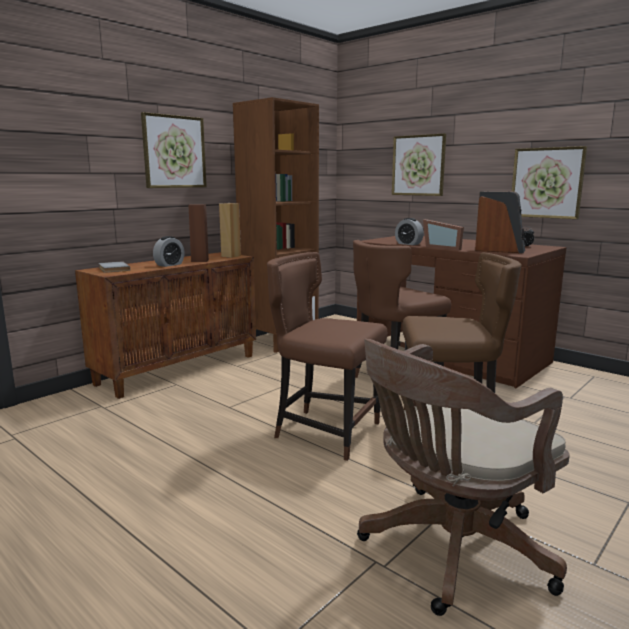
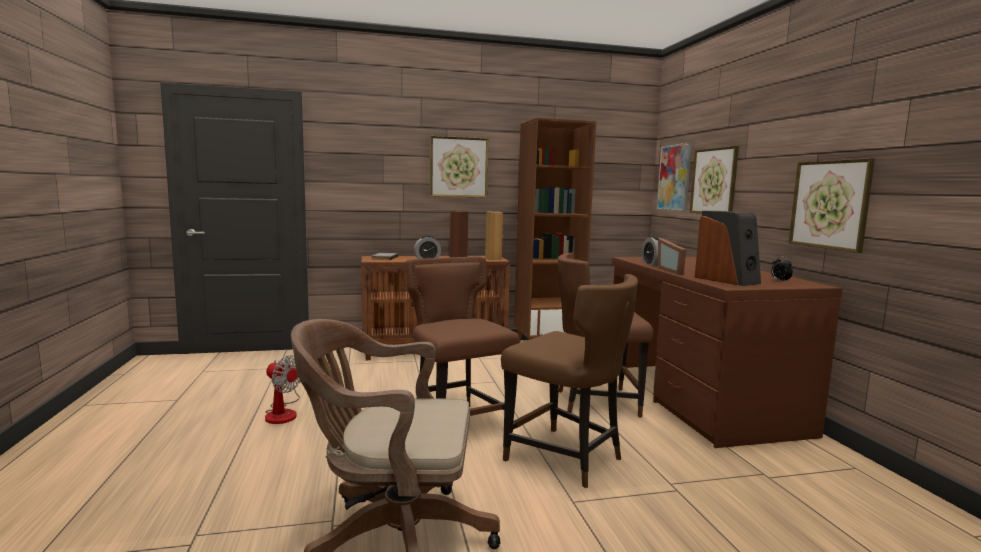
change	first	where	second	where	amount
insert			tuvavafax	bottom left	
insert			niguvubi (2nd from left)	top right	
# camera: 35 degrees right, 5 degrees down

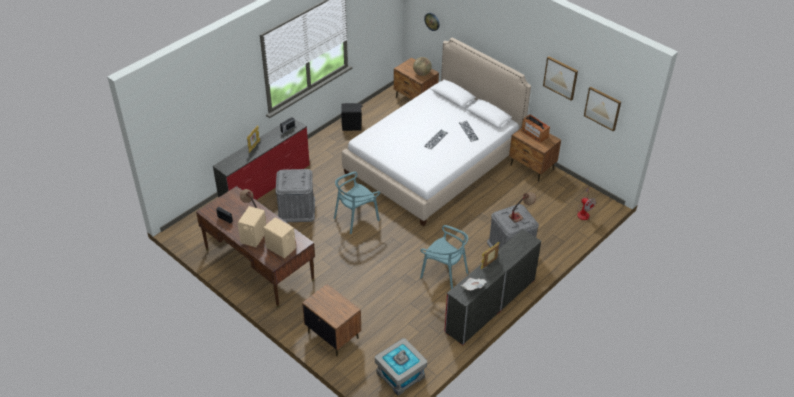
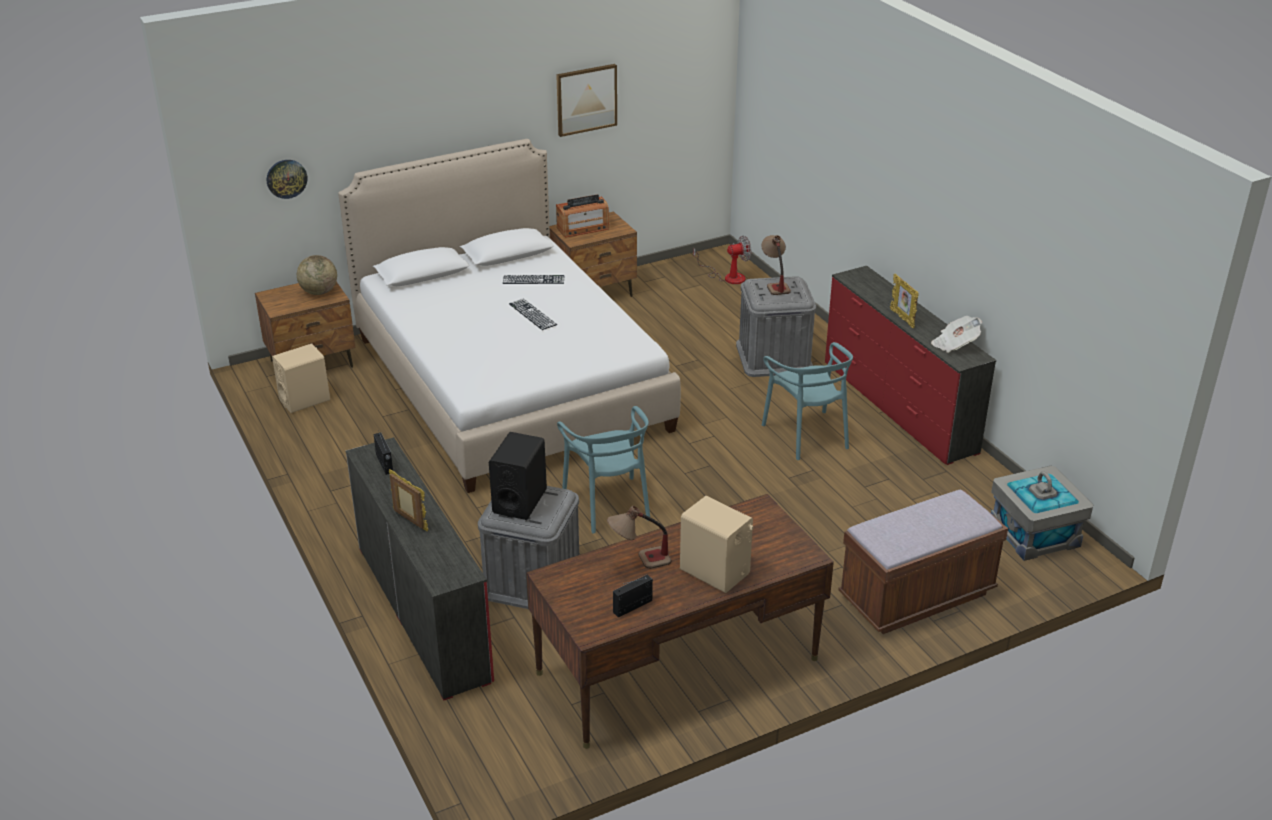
change	first	where	second	where	amount
move	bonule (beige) (2nd from left in the first image)	centre	bonule (beige) (1st from left)	middle left	
move	bonule (black)	top centre		centre	
rotate	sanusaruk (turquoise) (2nd from left)	centre		centre	105 degrees clockwise
replace	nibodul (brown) (1st from left)	bottom centre	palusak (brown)	bottom right	
delete	niguvubi (2nd from left)	top right			
# camera: 70 degrees left, 10 degrees down

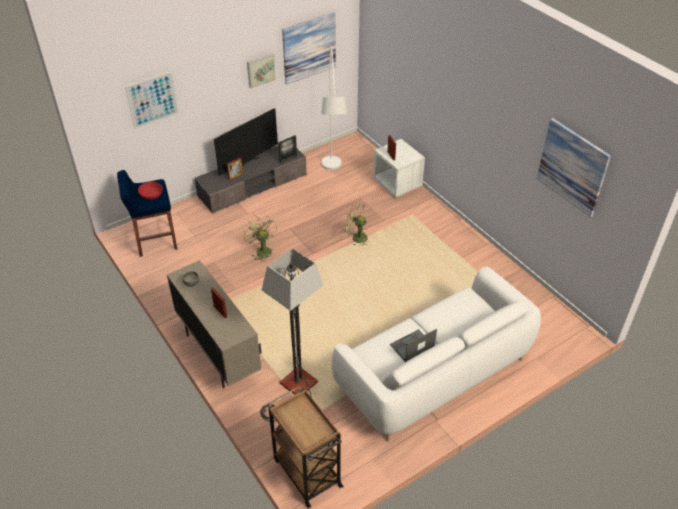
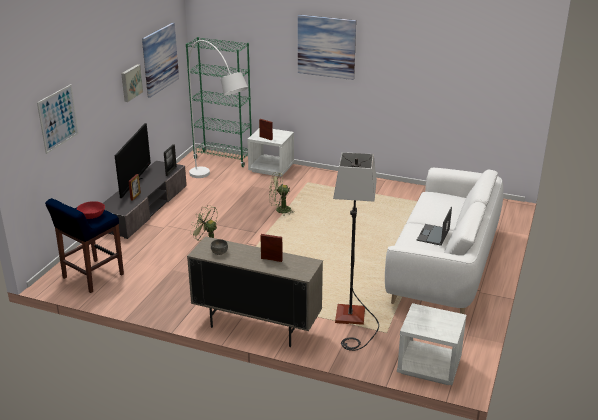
change	first	where	second	where	amount
insert			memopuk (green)	top centre	
move	niguvubi (4th from left)	top right		top centre	
replace	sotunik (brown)	bottom centre	nibodul (white) (2nd from left)	bottom right	
# camera: 35 degrees left, 15 degrees down

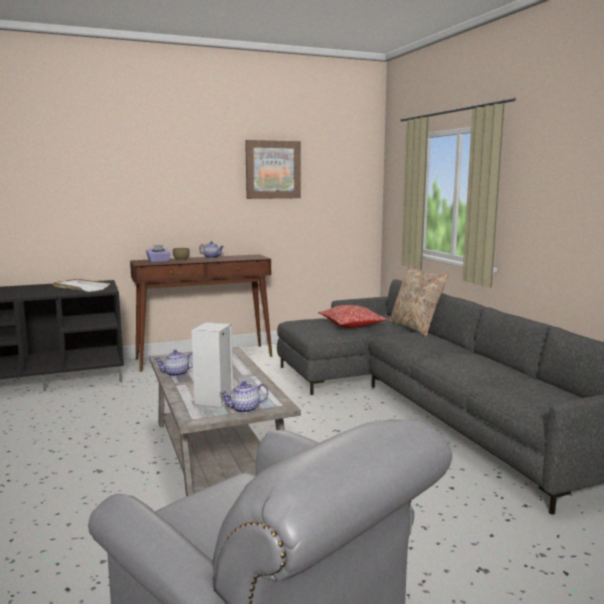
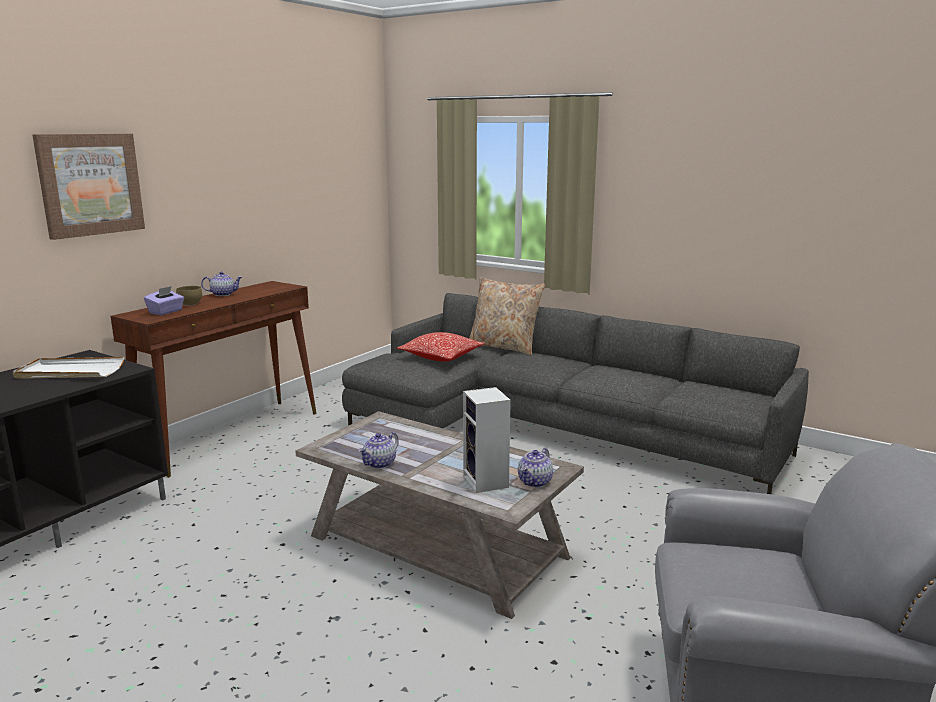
change	first	where	second	where	amount
move	niguvubi	top centre		top left	
# camera: 35 degrees left, 5 degrees up

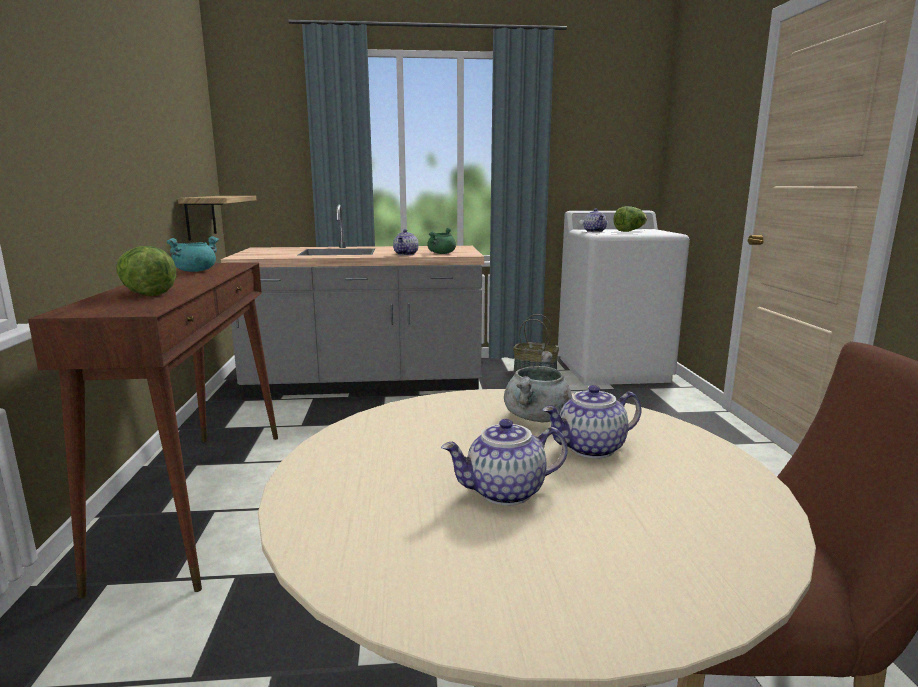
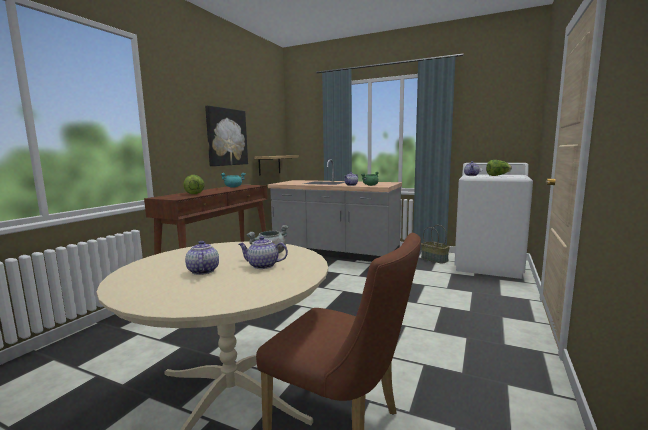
change	first	where	second	where	amount
rotate	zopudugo (2nd from left in the first image)	bottom centre	zopudugo (1st from left)	middle left	60 degrees clockwise
insert			niguvubi	top centre	
# camera: 30 degrees right, 5 degrees down

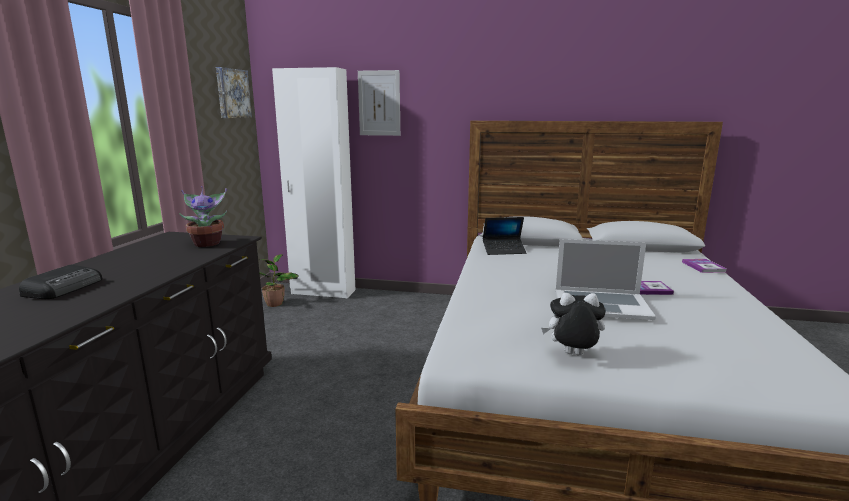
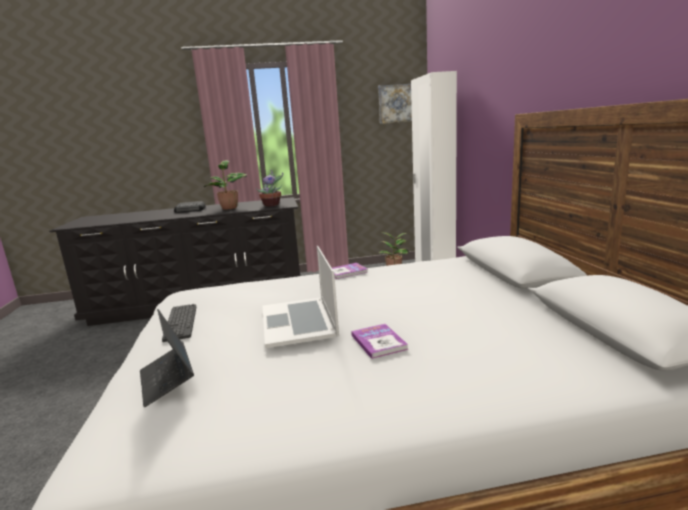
change	first	where	second	where	amount
move	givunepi (1st from left)	centre		bottom left	
replace	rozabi	middle right	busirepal	middle left	
insert			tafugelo (1st from left)	middle left	
move	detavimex (2nd from left in the first image)	middle right	detavimex (1st from left)	centre	
delete	niguvubi (2nd from left)	top centre			
# camera: 70 degrees right, 0 degrees up

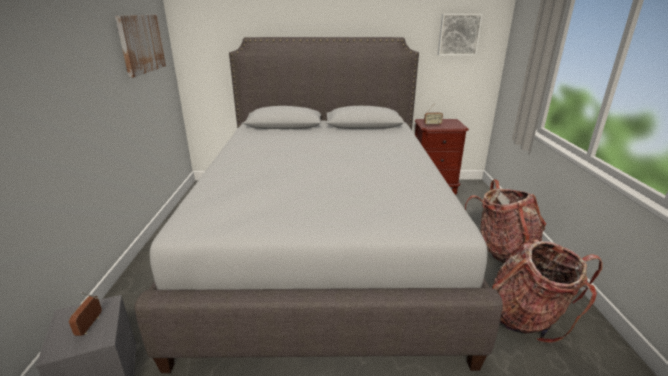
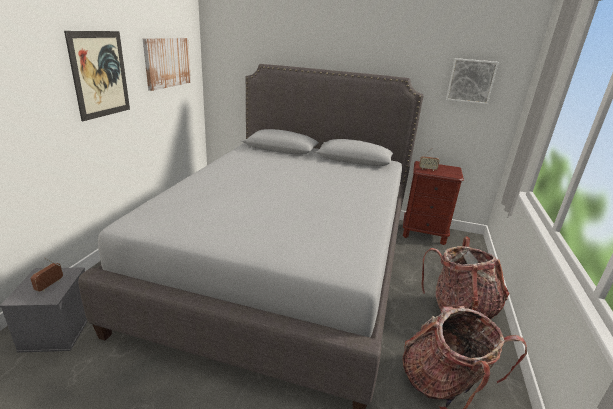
change	first	where	second	where	amount
insert			niguvubi (1st from left)	top left	
# camera: 15 degrees right, 0 degrees up

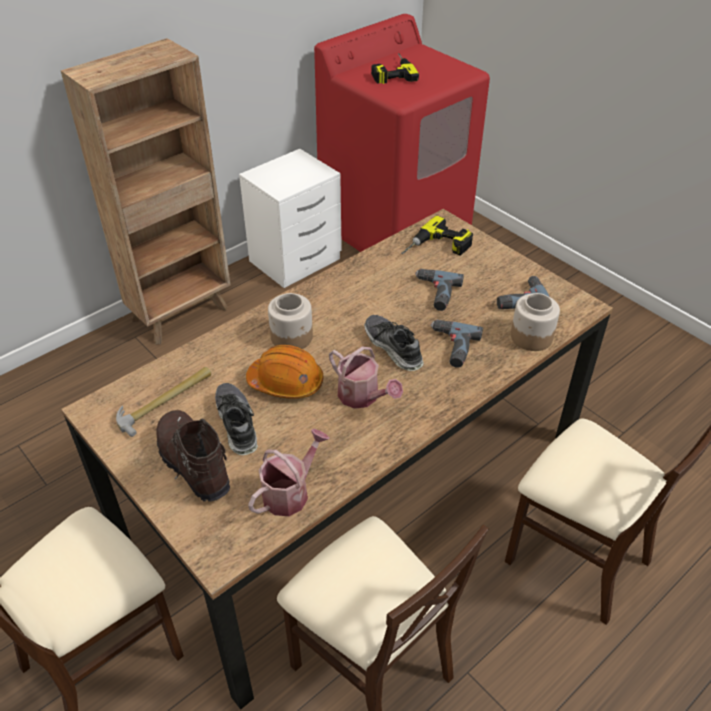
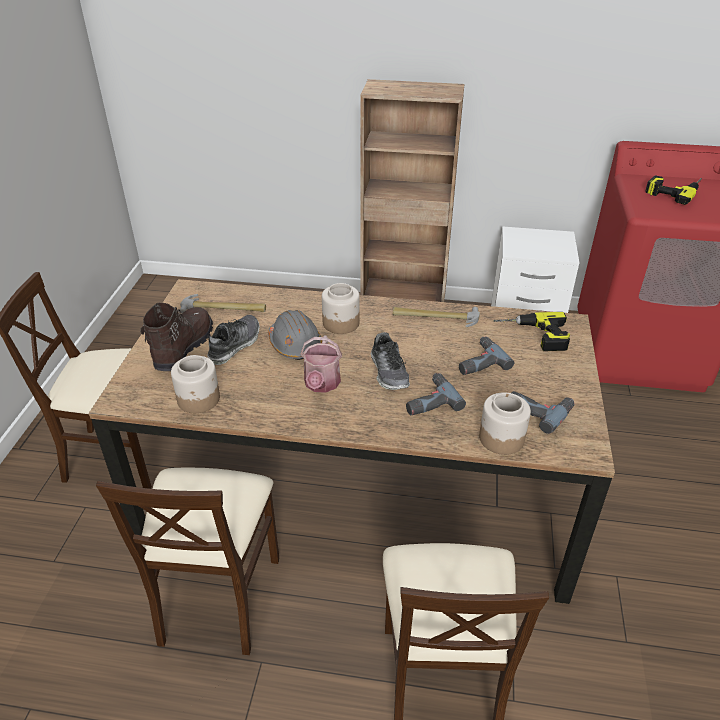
change	first	where	second	where	amount
replace	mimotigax (1st from left)	centre	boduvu (1st from left)	middle left	
recolor	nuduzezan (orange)	centre	nuduzezan (grey)	centre	
rotate	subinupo (2nd from left)	centre		centre	150 degrees clockwise
insert			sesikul (2nd from left)	centre	
# camera: 50 degrees right, 5 degrees down

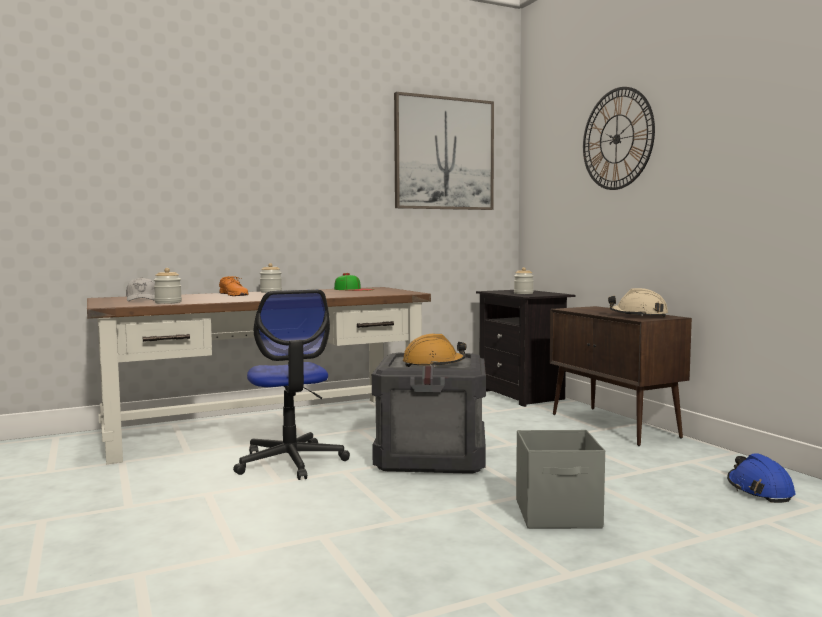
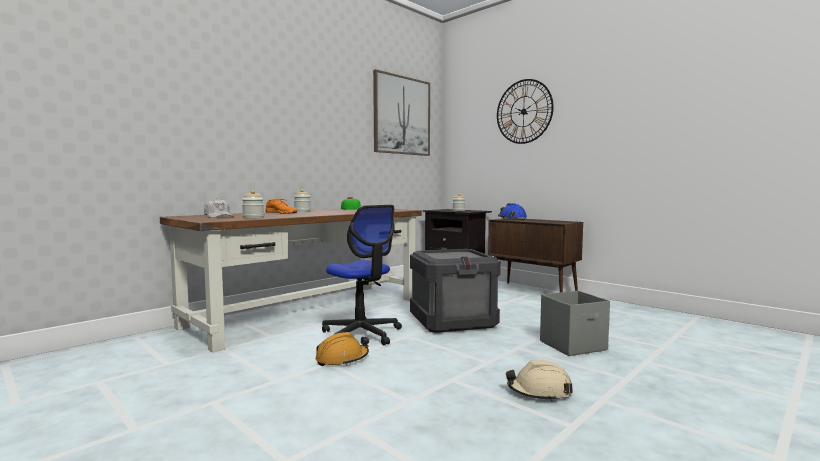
change	first	where	second	where	amount
move	nuduzezan (orange)	centre		bottom centre	
move	nuduzezan (blue)	bottom right		centre	
move	nuduzezan (beige)	middle right		bottom centre	
# camera: 20 degrees left, 0 degrees up

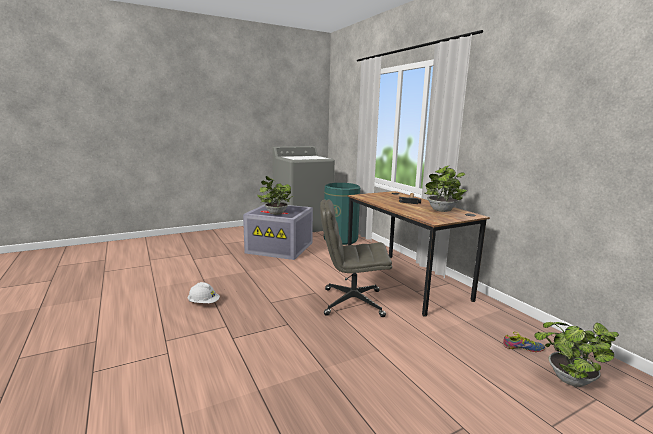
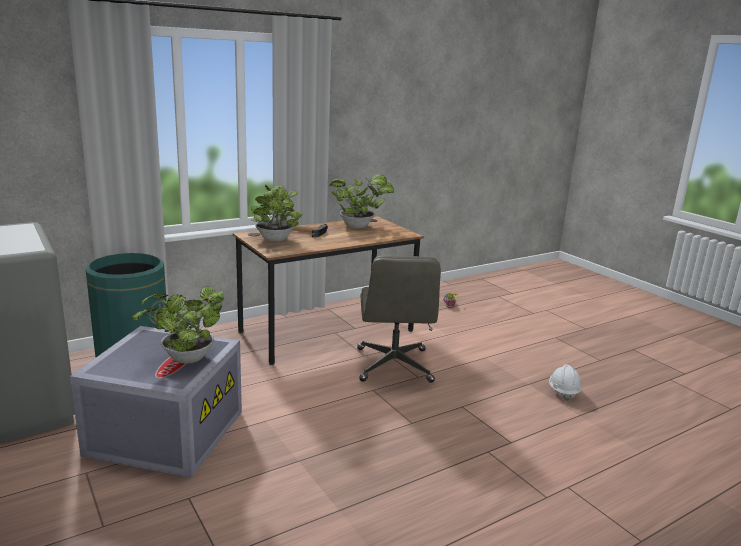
change	first	where	second	where	amount
move	tafugelo (3rd from left in the first image)	bottom right	tafugelo (2nd from left)	centre	
move	nuduzezan (white)	bottom left		bottom right	
# camera: 95 degrees left, 5 degrees up

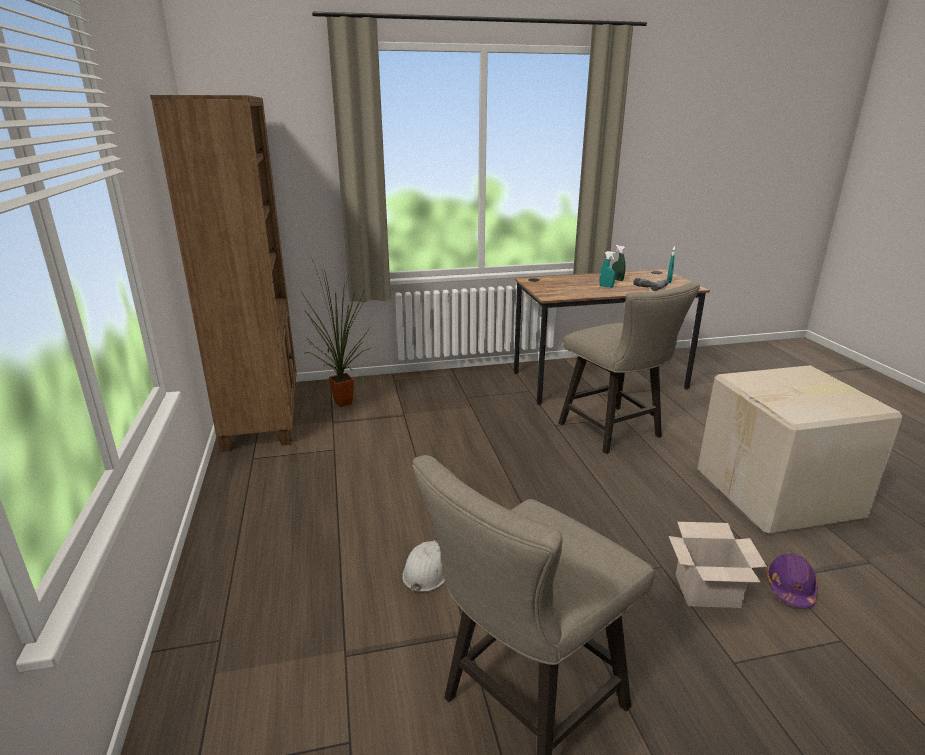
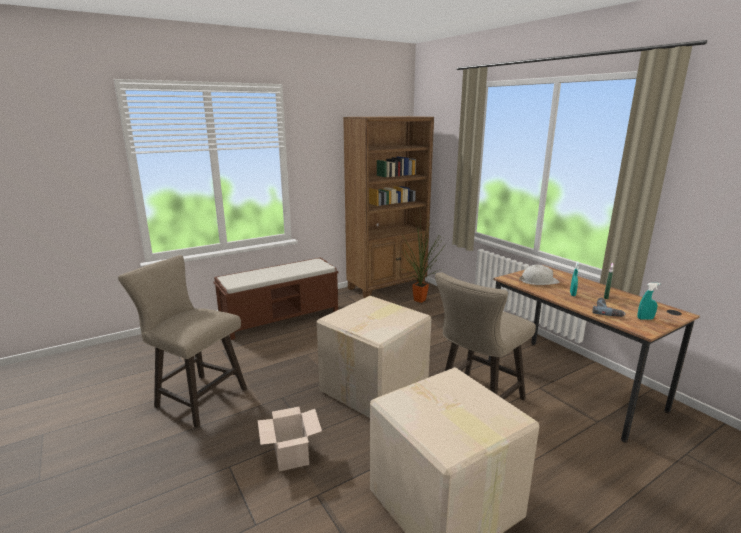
change	first	where	second	where	amount
insert			palusak (brown)	centre	
insert			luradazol (2nd from left)	bottom centre	
move	nuduzezan (white)	bottom centre		middle right	
delete	nuduzezan (purple)	bottom right			
# camera: 70 degrees right, 5 degrees down

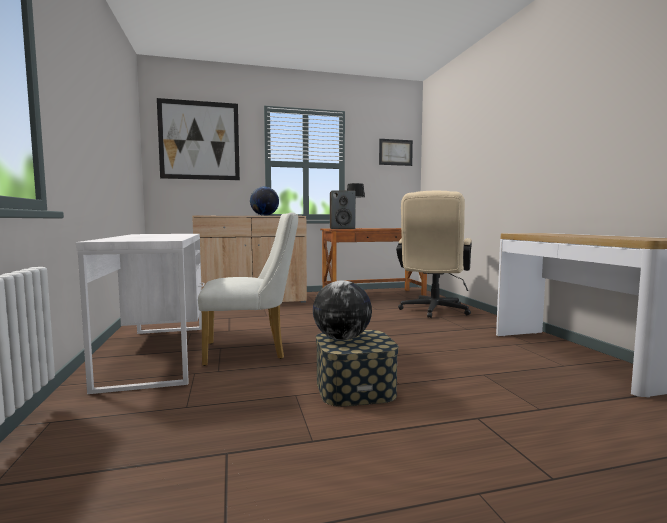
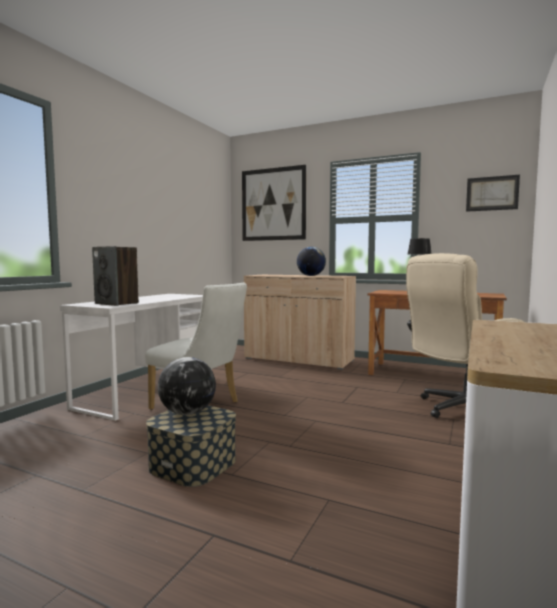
change	first	where	second	where	amount
move	bonule	centre		middle left	
# camera: 40 degrees right, 0 degrees up

